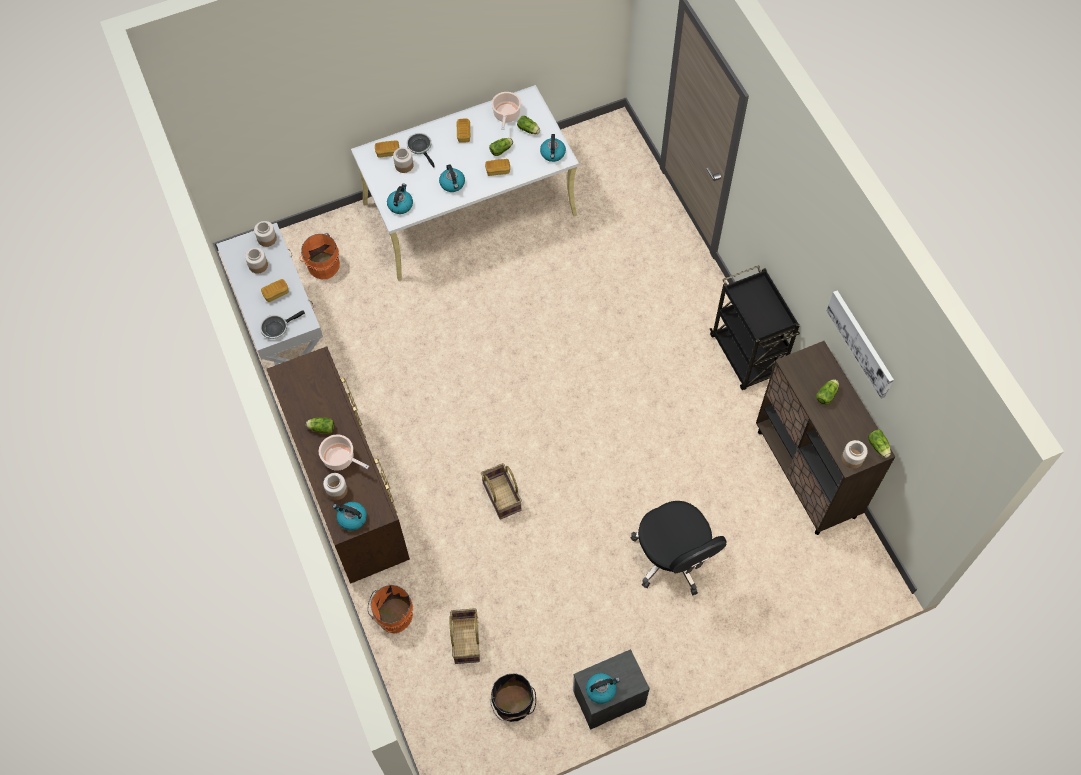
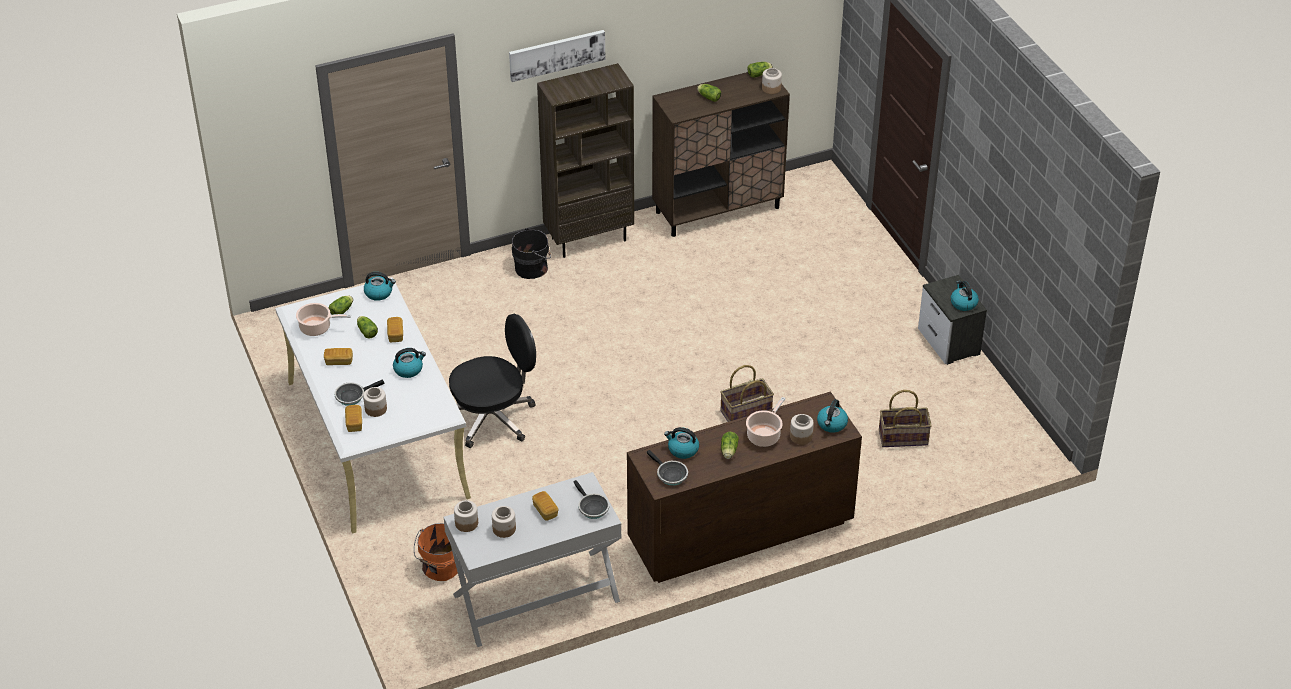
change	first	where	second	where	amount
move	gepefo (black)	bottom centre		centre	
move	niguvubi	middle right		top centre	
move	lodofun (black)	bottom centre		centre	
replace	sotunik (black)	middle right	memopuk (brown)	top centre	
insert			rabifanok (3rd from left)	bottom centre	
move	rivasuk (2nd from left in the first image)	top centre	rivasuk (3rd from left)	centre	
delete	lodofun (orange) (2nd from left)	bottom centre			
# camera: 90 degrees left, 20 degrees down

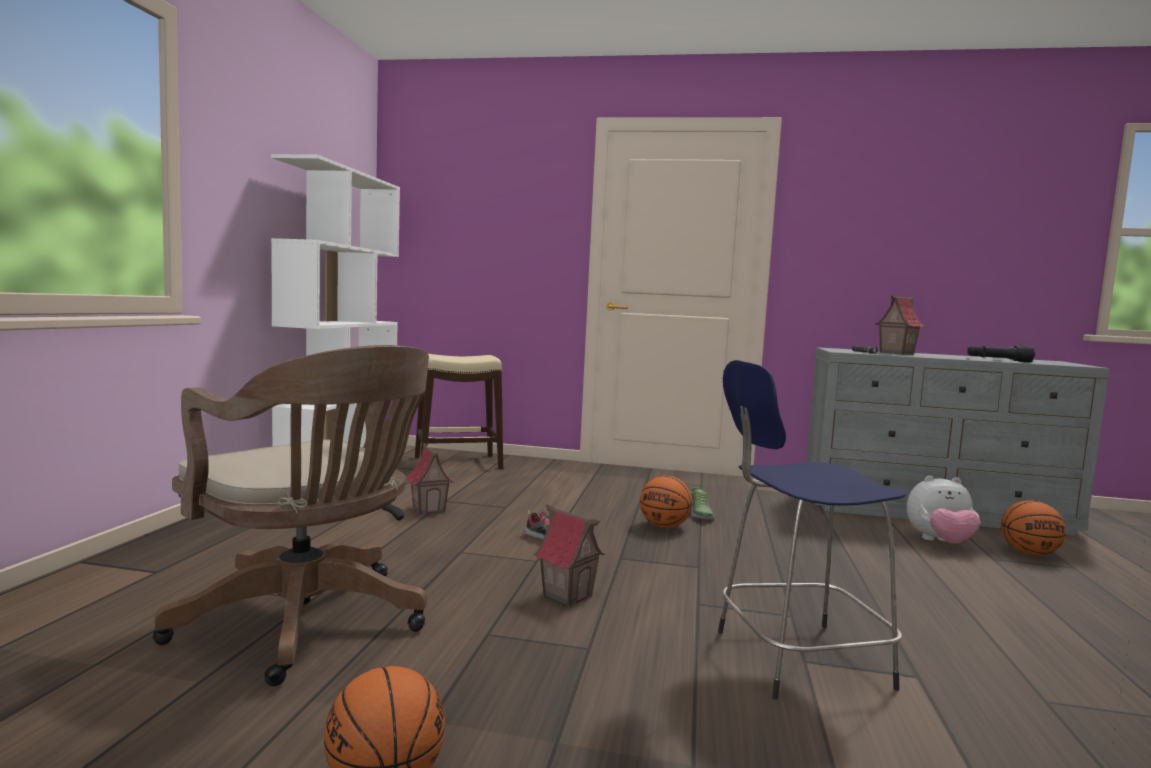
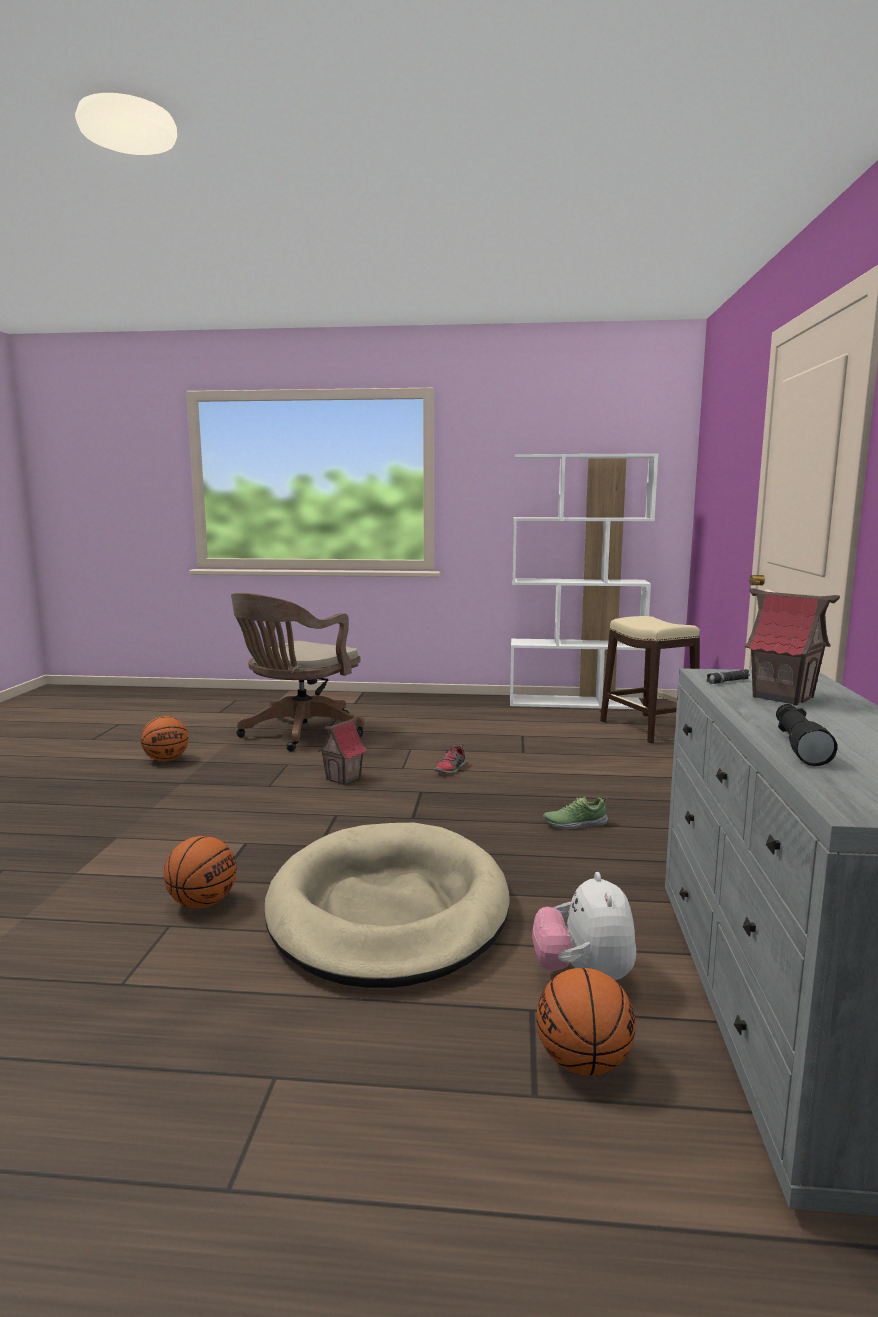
change	first	where	second	where	amount
move	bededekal (2nd from left)	centre		middle left	
insert			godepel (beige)	bottom centre	
delete	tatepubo (1st from left)	centre			
delete	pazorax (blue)	bottom right			
# camera: 85 degrees right, 5 degrees up

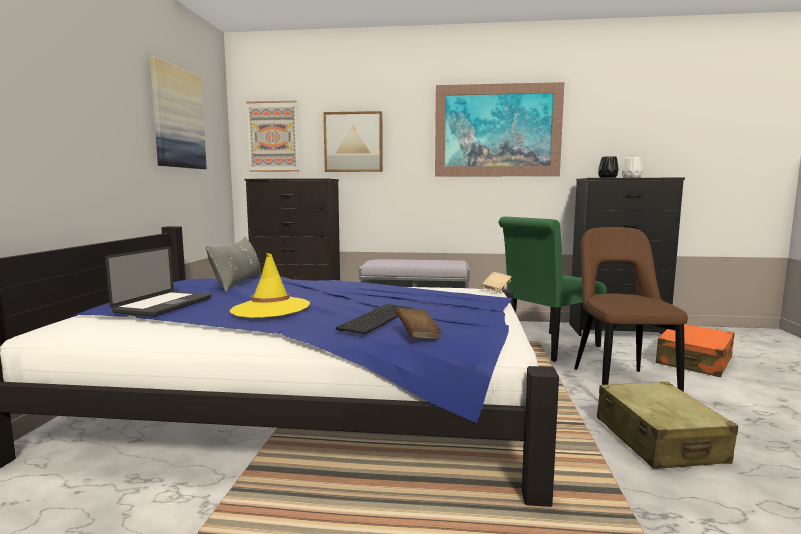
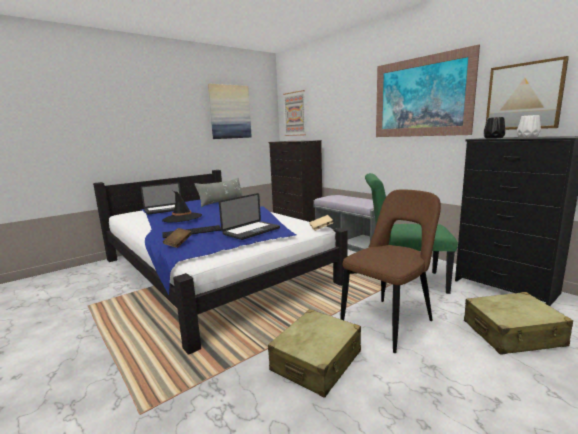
change	first	where	second	where	amount
recolor	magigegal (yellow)	centre	magigegal (black)	middle left	
insert			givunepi (2nd from left)	centre	
recolor	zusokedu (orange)	middle right	zusokedu (beige) (2nd from left)	bottom right	
move	niguvubi (3rd from left in the first image)	top centre	niguvubi (4th from left)	top right	
# camera: 45 degrees right, 5 degrees up

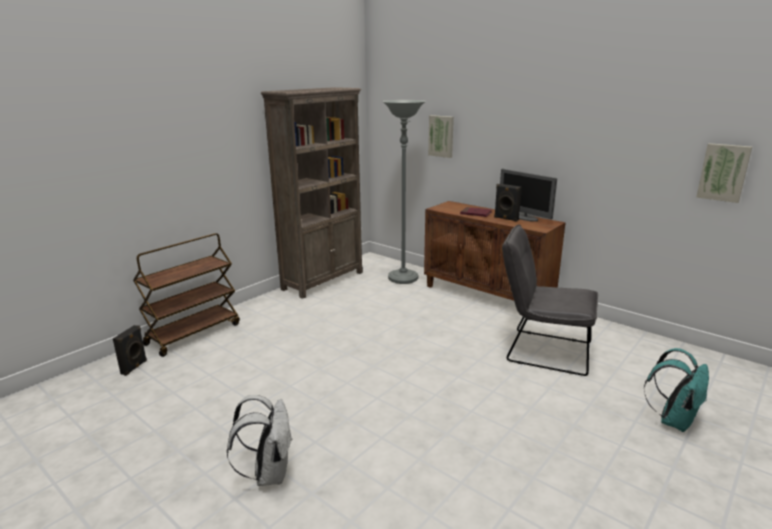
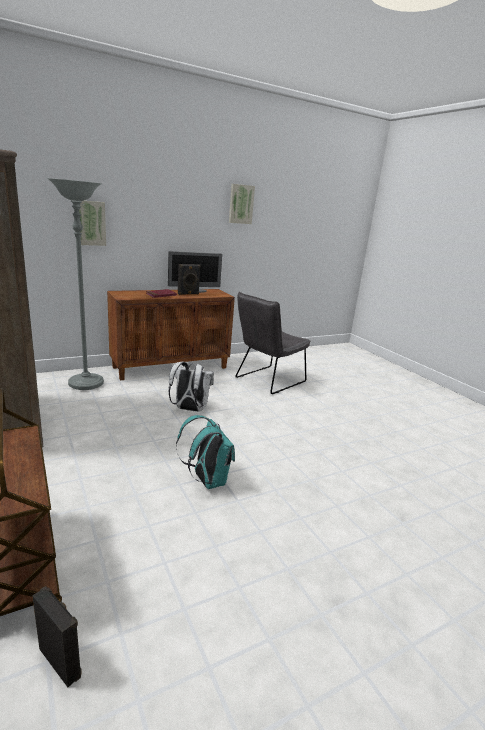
change	first	where	second	where	amount
move	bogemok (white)	bottom centre		centre	
move	bogemok (turquoise)	bottom right		centre	
move	niguvubi (2nd from left)	top right		top centre	
# camera: 70 degrees left, 0 degrees up

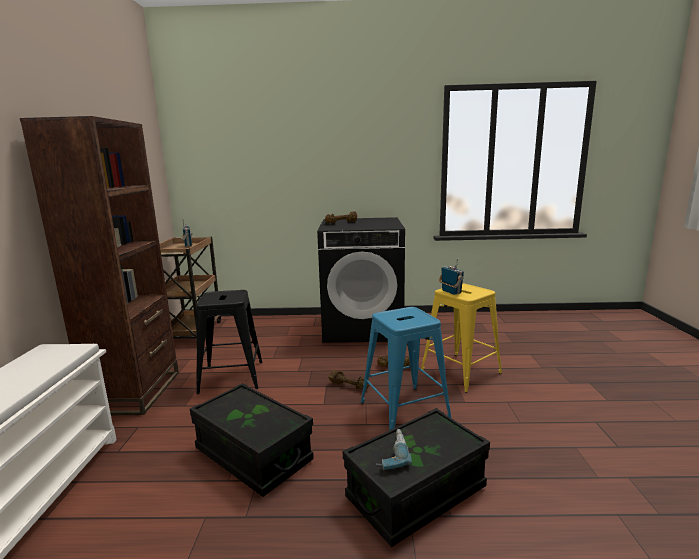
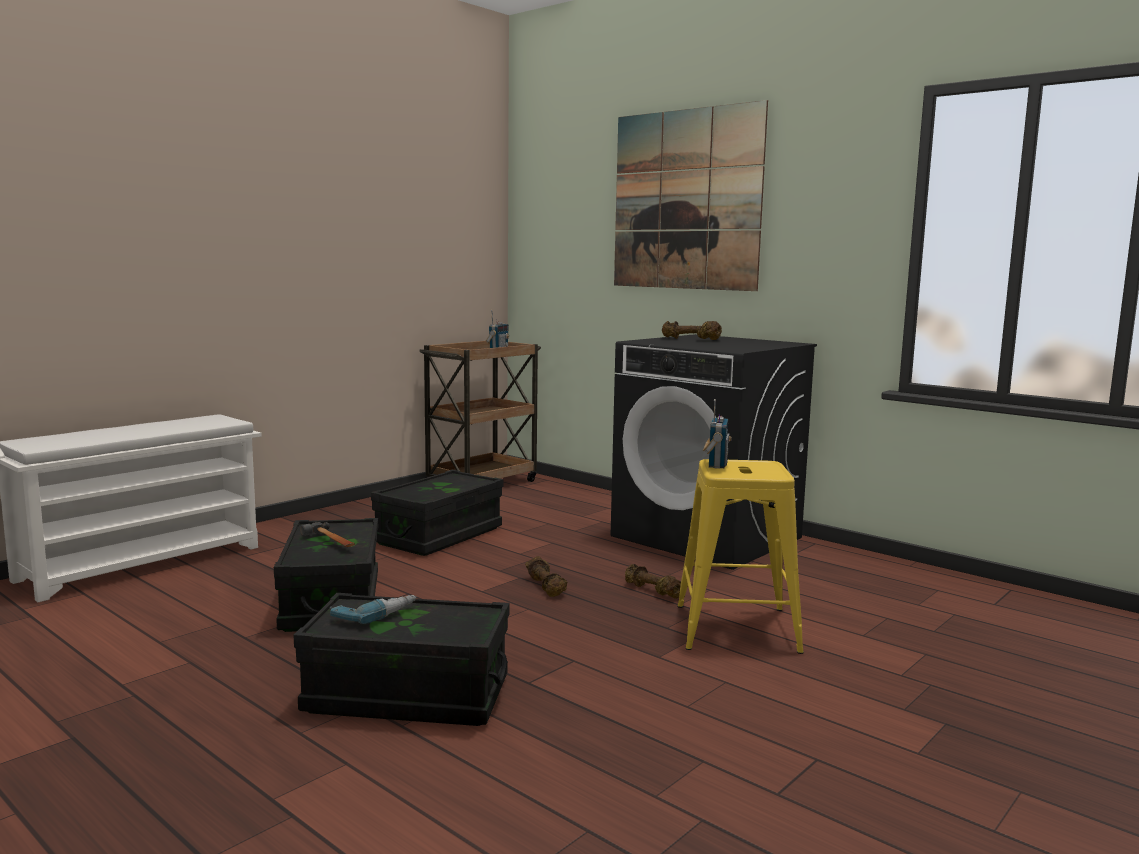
change	first	where	second	where	amount
insert			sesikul	middle left	
replace	pazorax (black)	middle left	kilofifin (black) (3rd from left)	centre	
insert			niguvubi	top centre	
delete	memopuk (brown)	middle left			
delete	pazorax (blue)	centre			
# camera: 40 degrees right, 5 degrees down

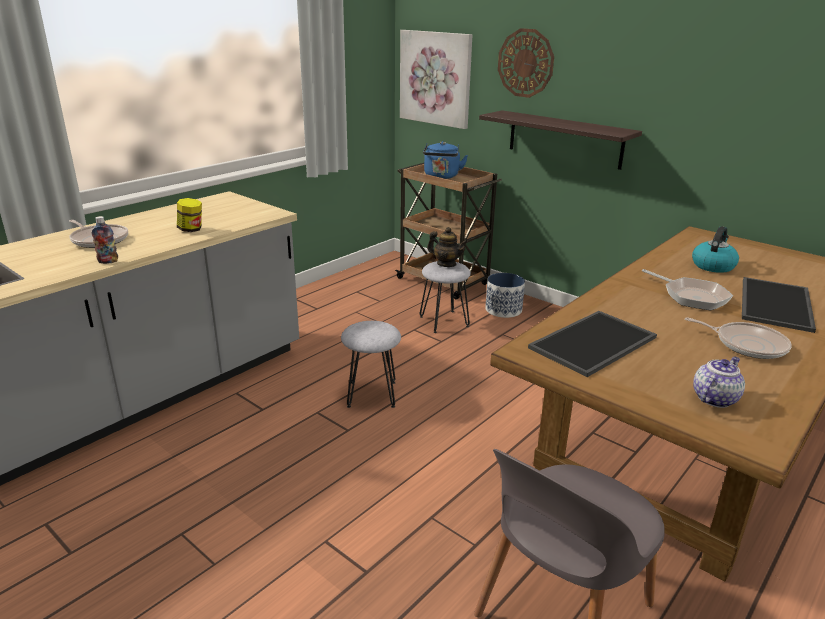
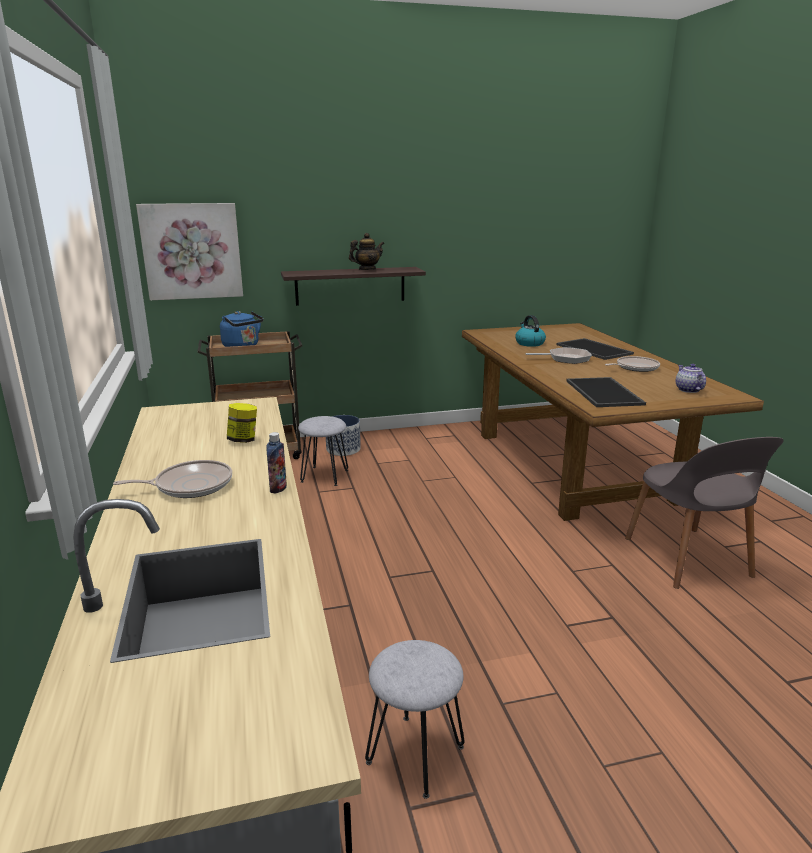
change	first	where	second	where	amount
move	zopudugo (1st from left)	centre		top centre	
move	pazorax (grey) (1st from left in the first image)	centre	pazorax (grey) (2nd from left)	bottom centre	
delete	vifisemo	top centre			
# camera: 55 degrees left, 5 degrees down

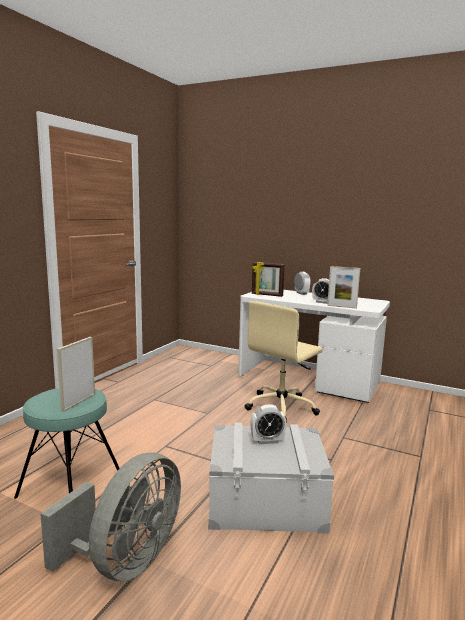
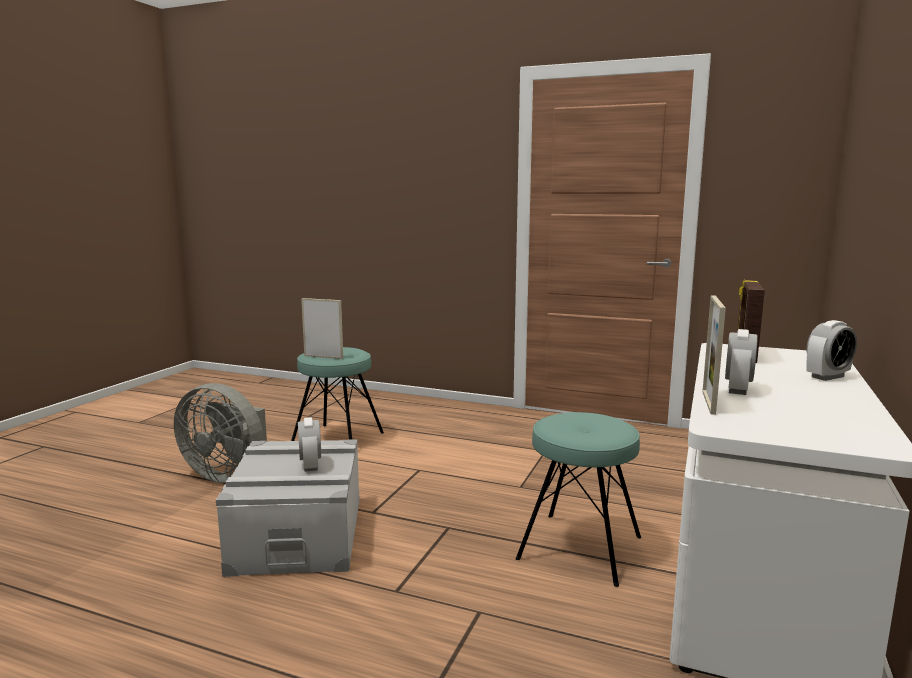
change	first	where	second	where	amount
replace	gepefo (beige)	centre	pazorax (turquoise) (2nd from left)	bottom centre	
# camera: 85 degrees right, 0 degrees up

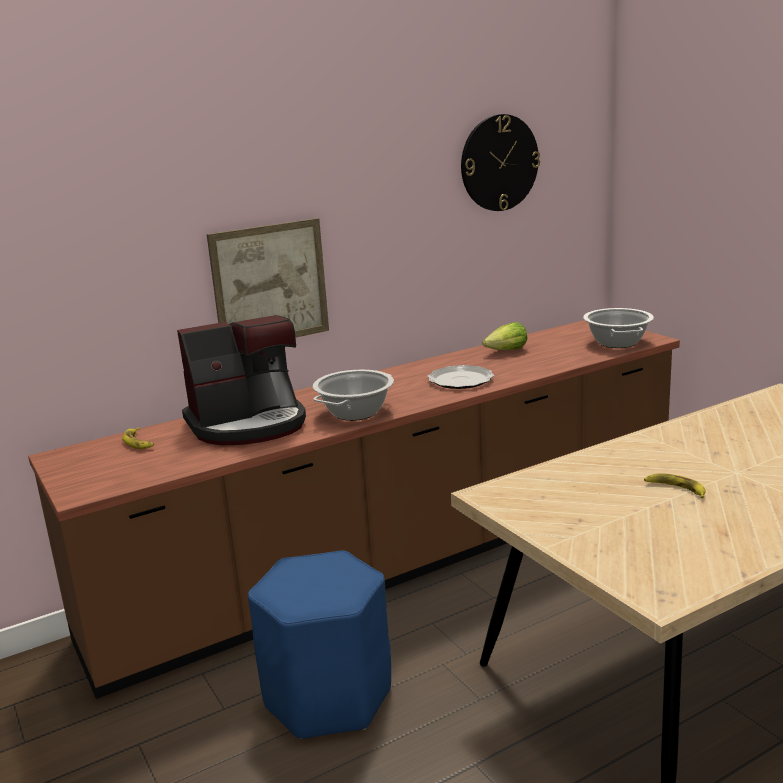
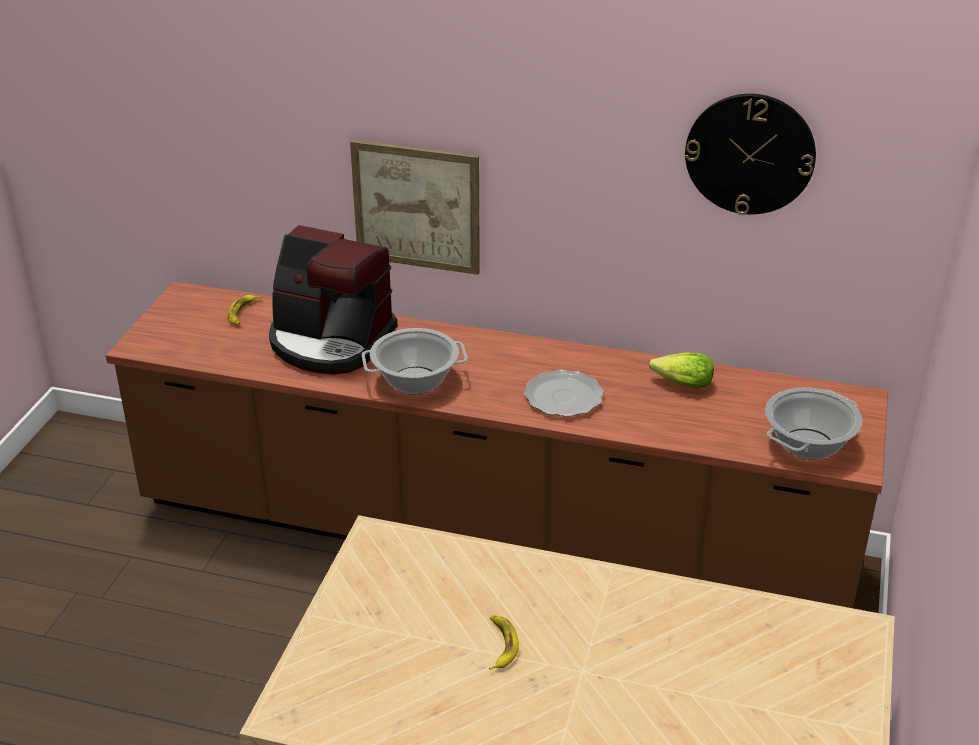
change	first	where	second	where	amount
delete	pazorax (blue)	bottom centre			
# camera: 45 degrees right, 15 degrees up

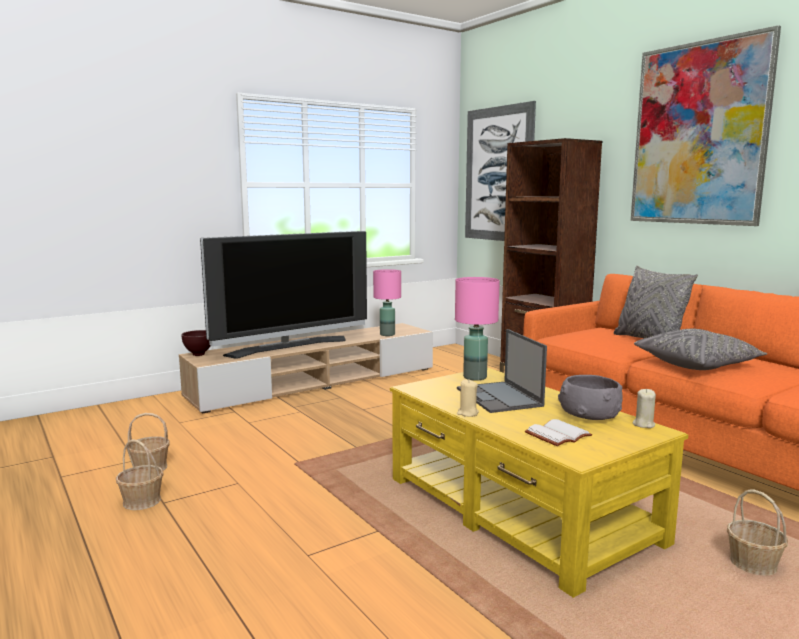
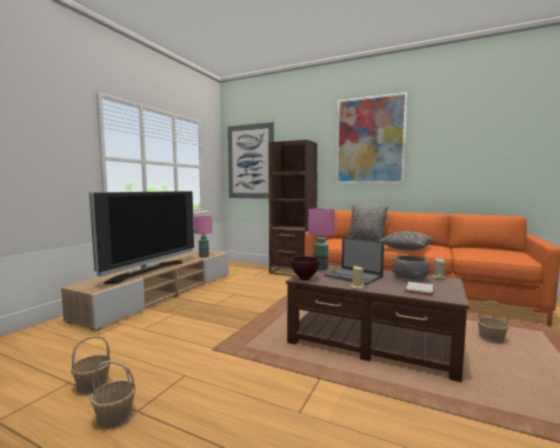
change	first	where	second	where	amount
recolor	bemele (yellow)	bottom right	bemele (brown)	bottom right	
move	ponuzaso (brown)	middle left		centre	
# camera: 30 degrees left, 5 degrees down

